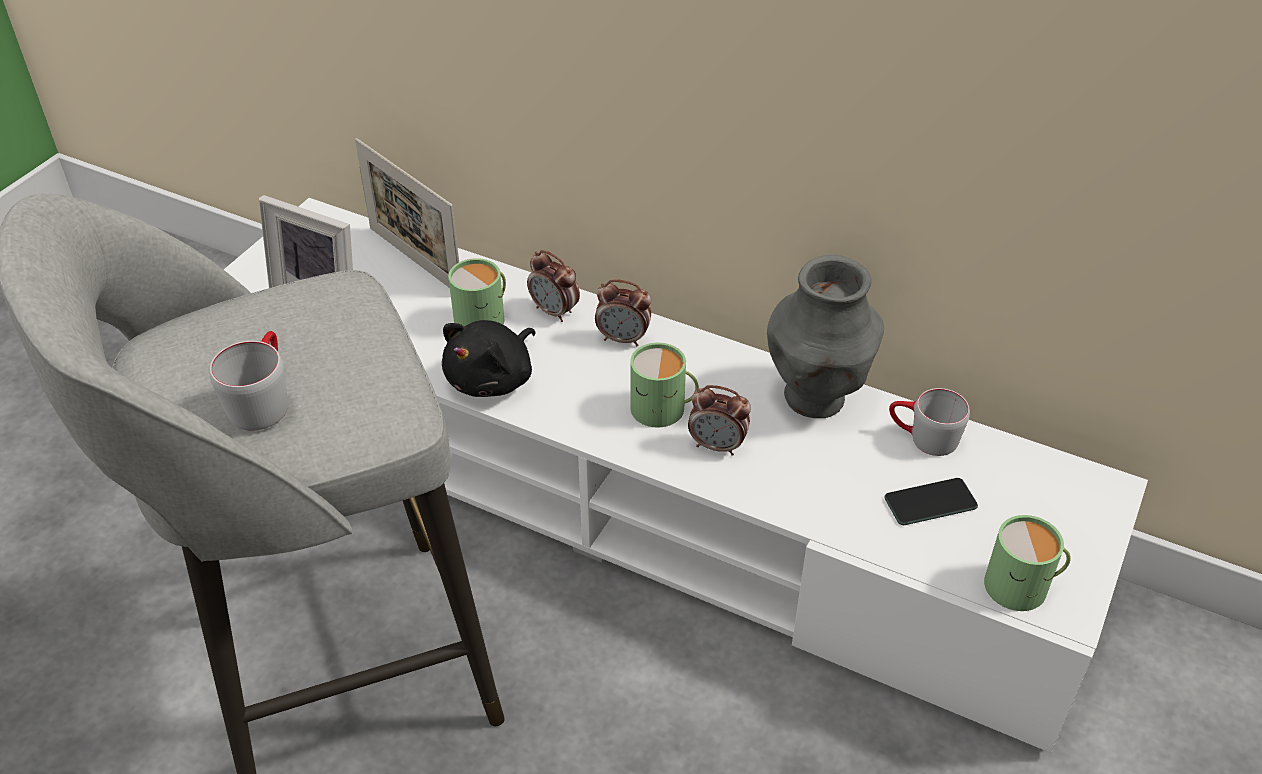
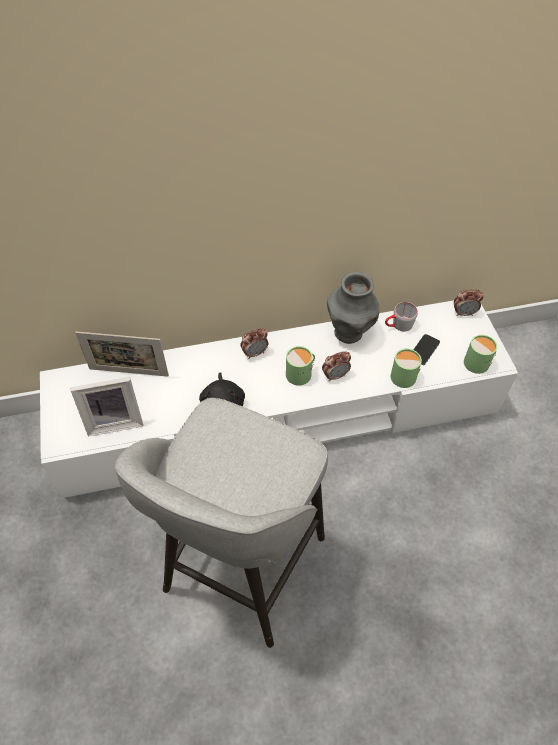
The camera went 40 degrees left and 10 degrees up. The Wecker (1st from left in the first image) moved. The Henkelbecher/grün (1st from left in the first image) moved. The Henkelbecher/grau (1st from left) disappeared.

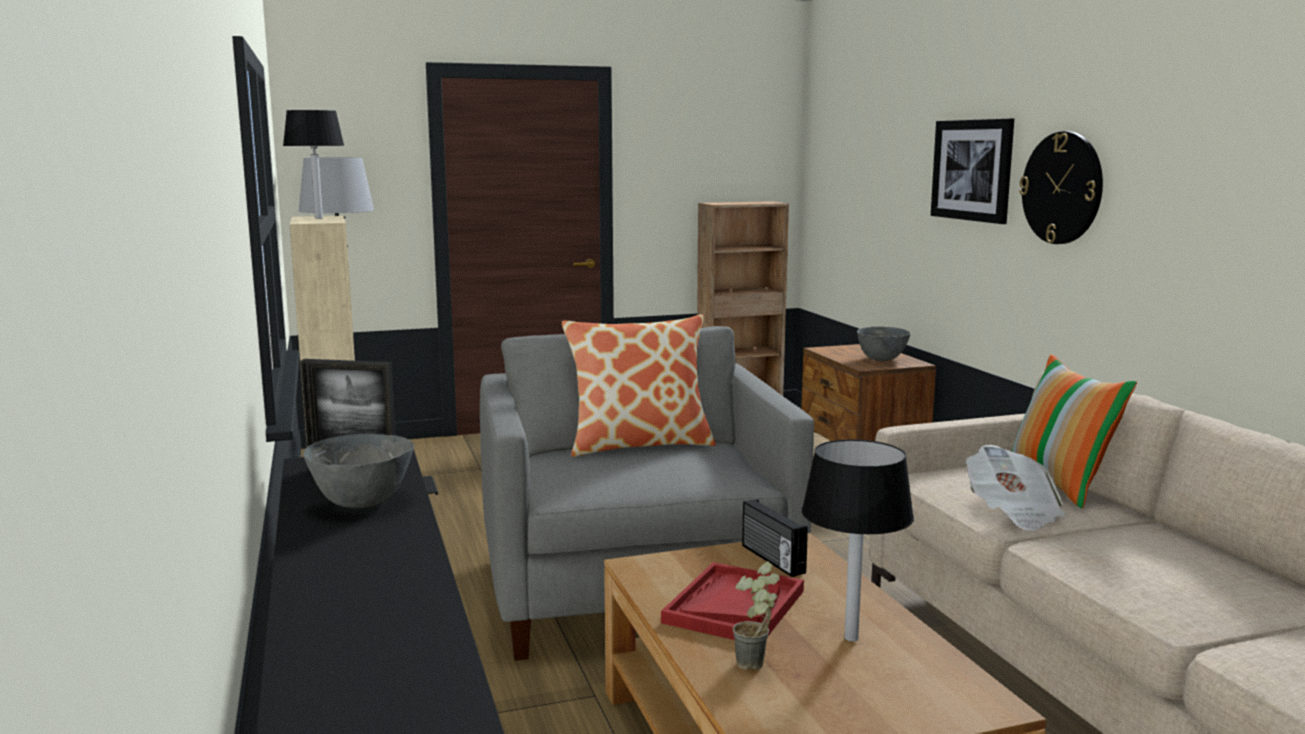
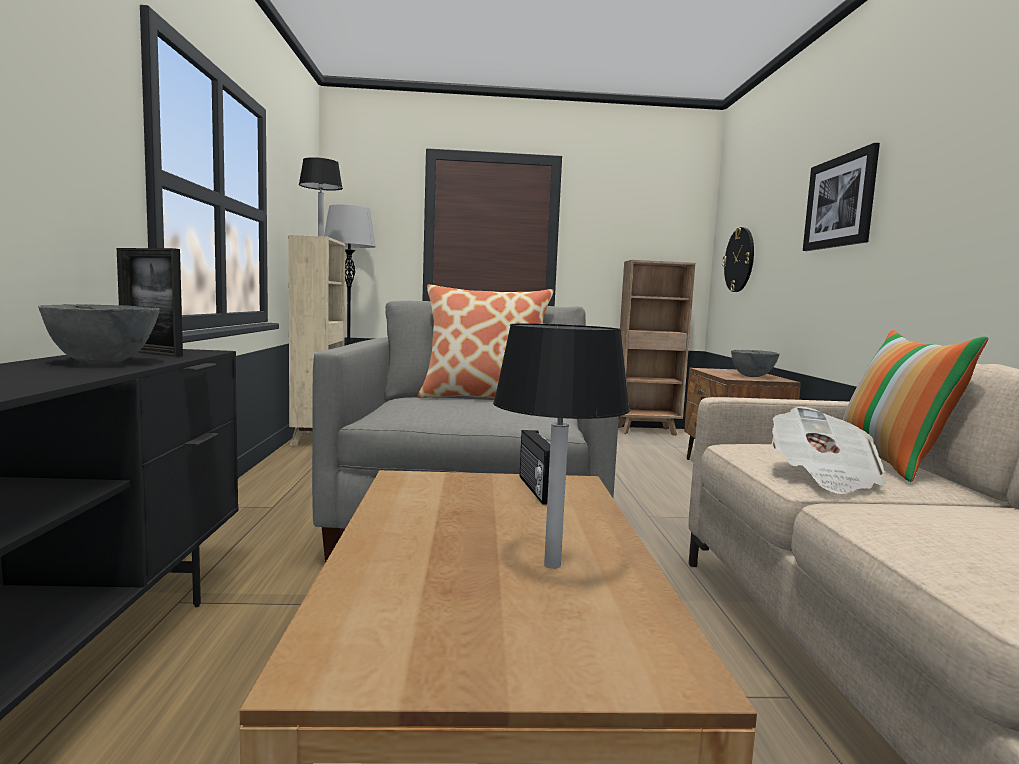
The camera went 15 degrees right and 5 degrees down. The Wanduhr moved. The Topfpflanze disappeared. The Tablett/rot disappeared.

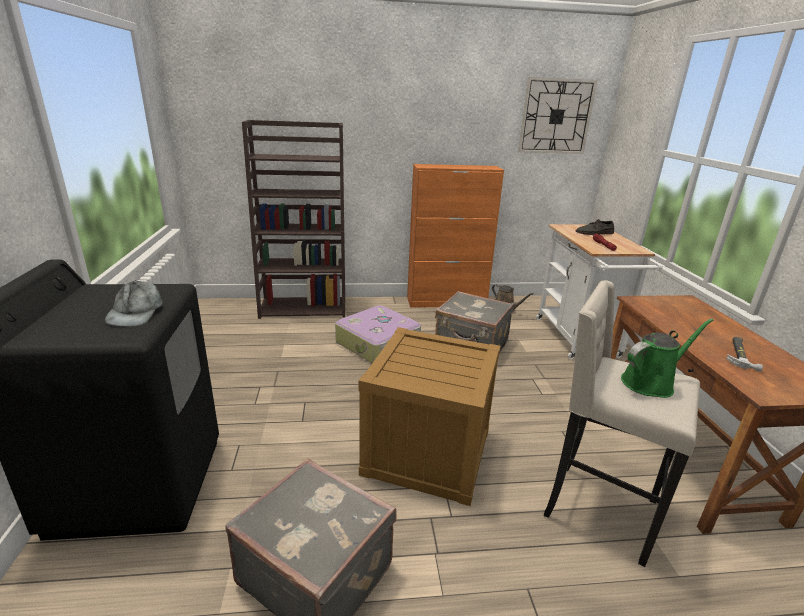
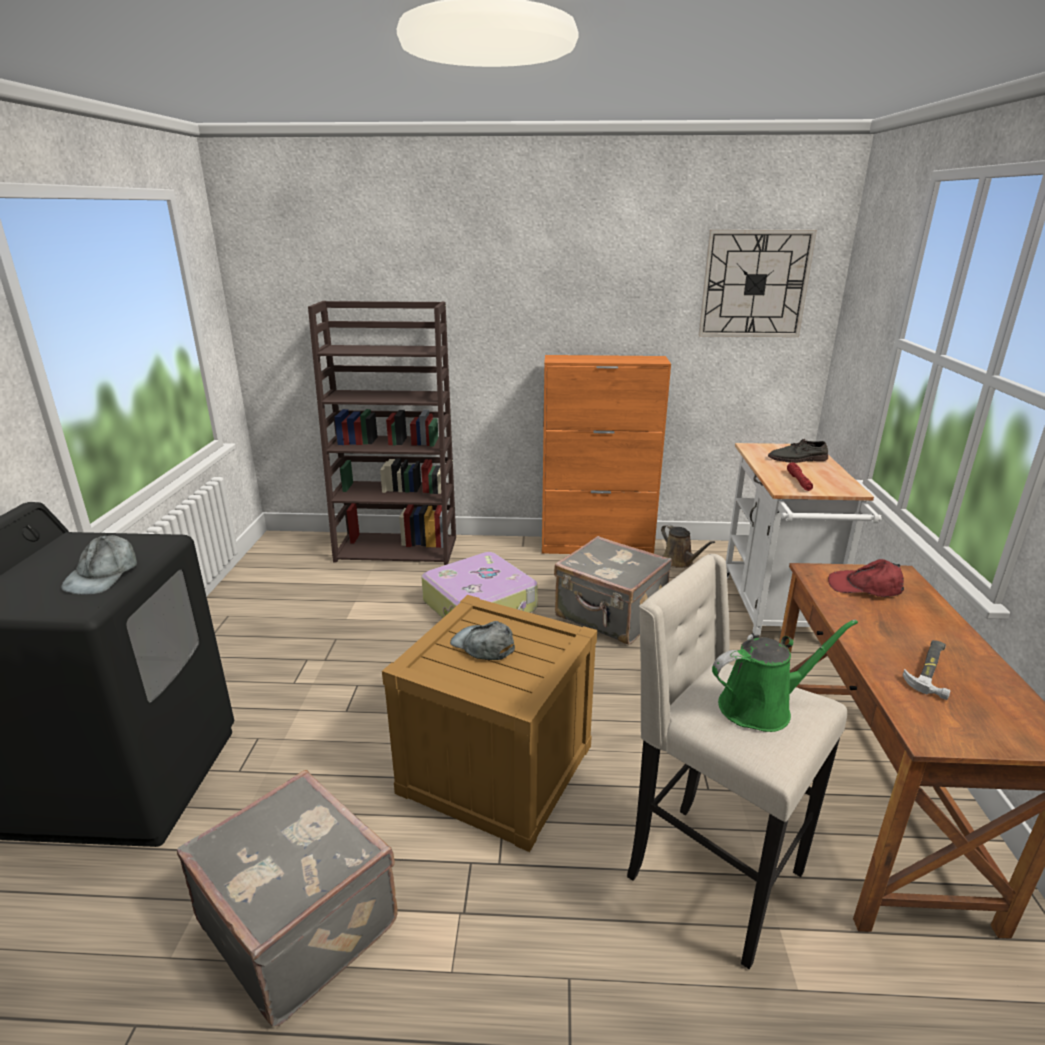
The camera went 10 degrees right and 0 degrees up. The Kappe/rot appeared. The Kappe/grau (2nd from left) appeared.

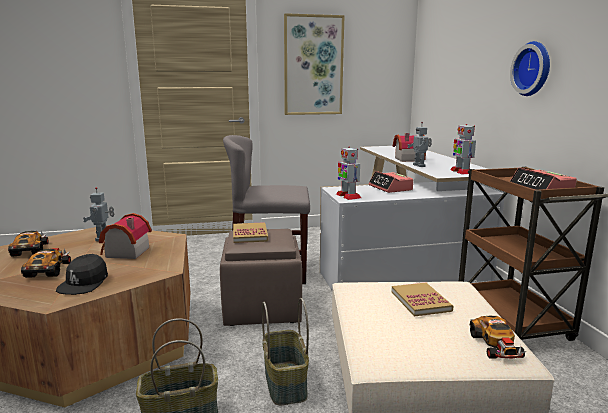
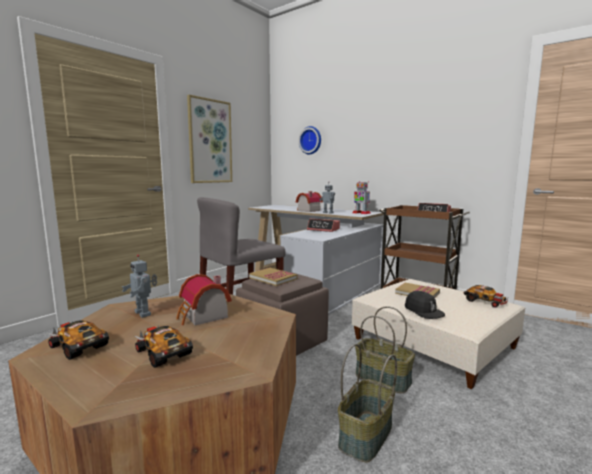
The camera went 40 degrees left and 5 degrees down. The Wanduhr moved. The Spielzeugroboter (2nd from left) disappeared. The Kappe/schwarz moved.

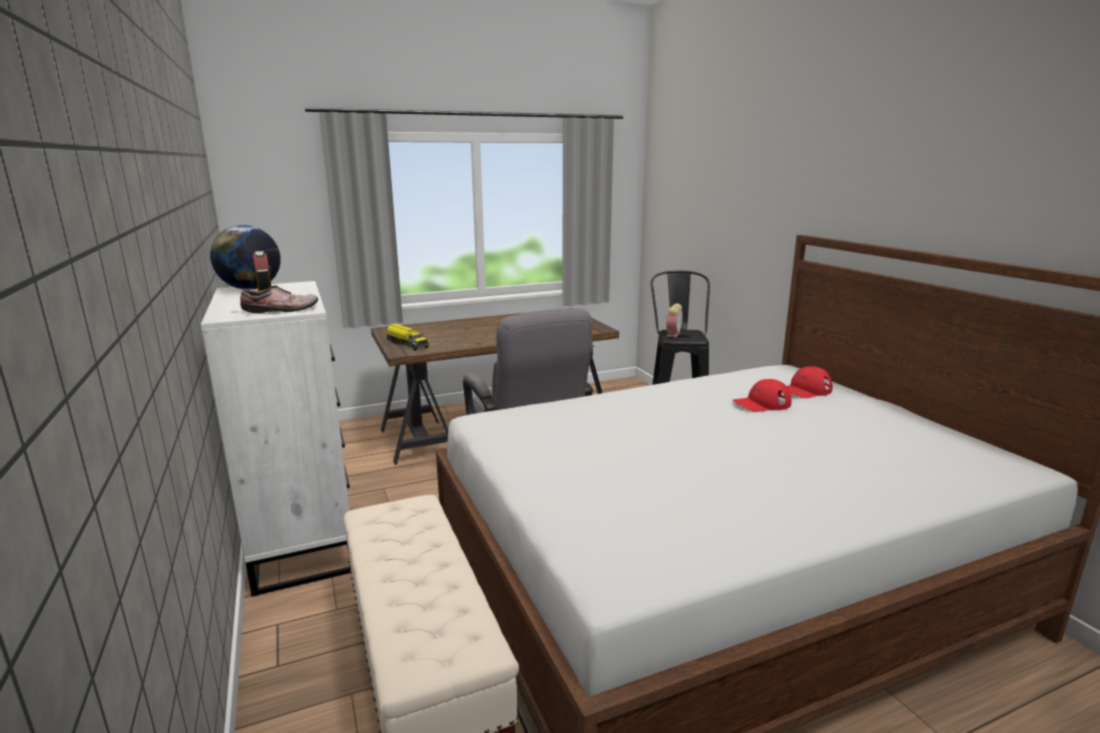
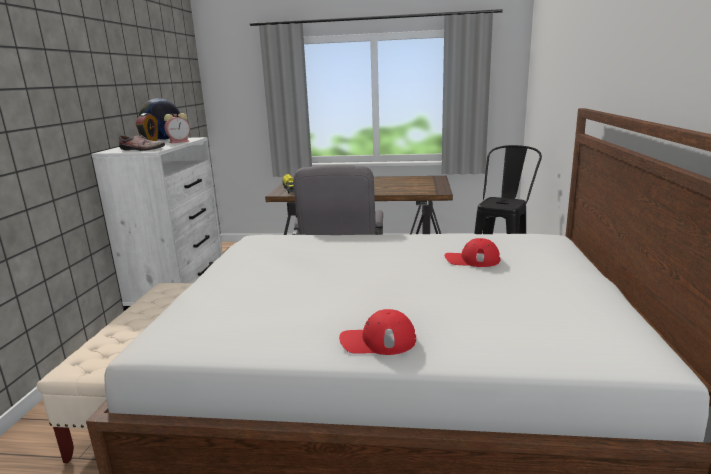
The camera went 30 degrees right and 0 degrees up. The Wecker (2nd from left) moved. The Kappe/rot (2nd from left in the first image) moved.

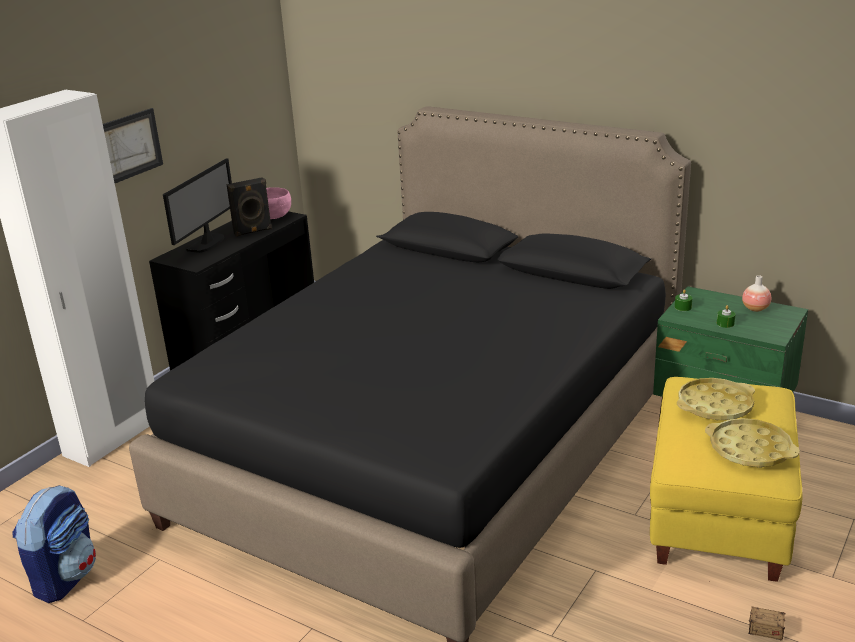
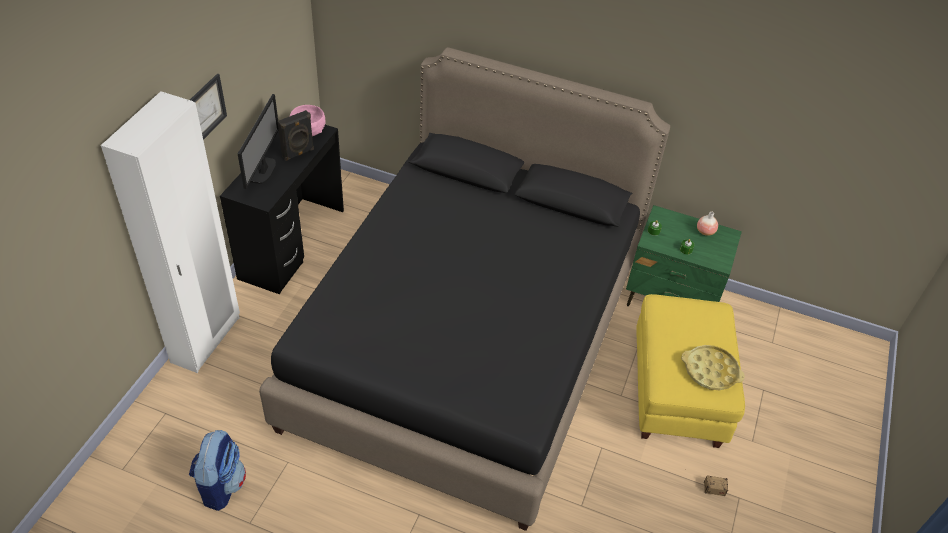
The camera went 15 degrees left and 20 degrees up. The Tablett/gelb (1st from left) disappeared.

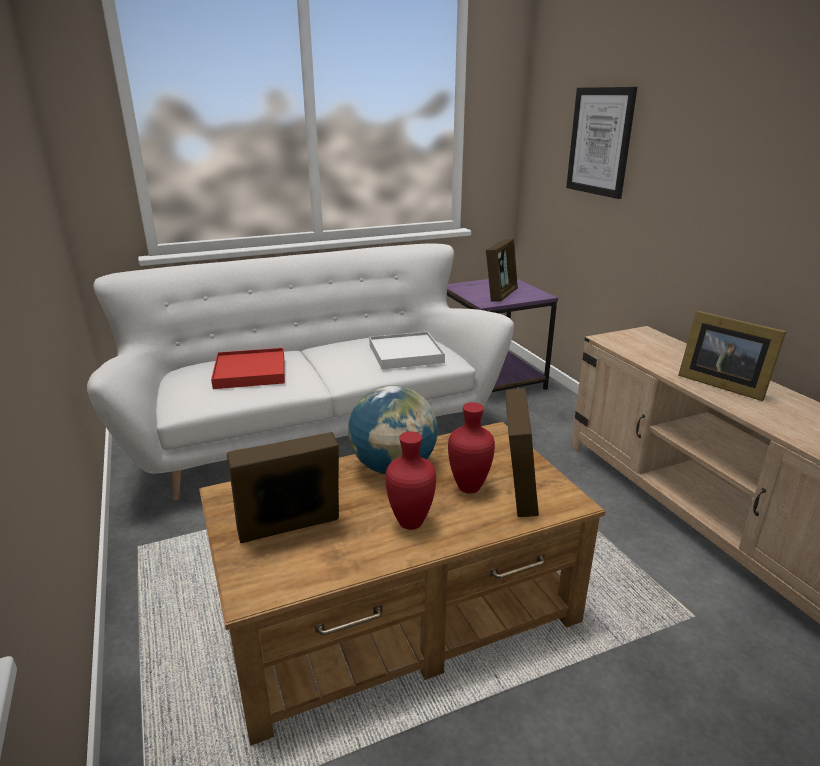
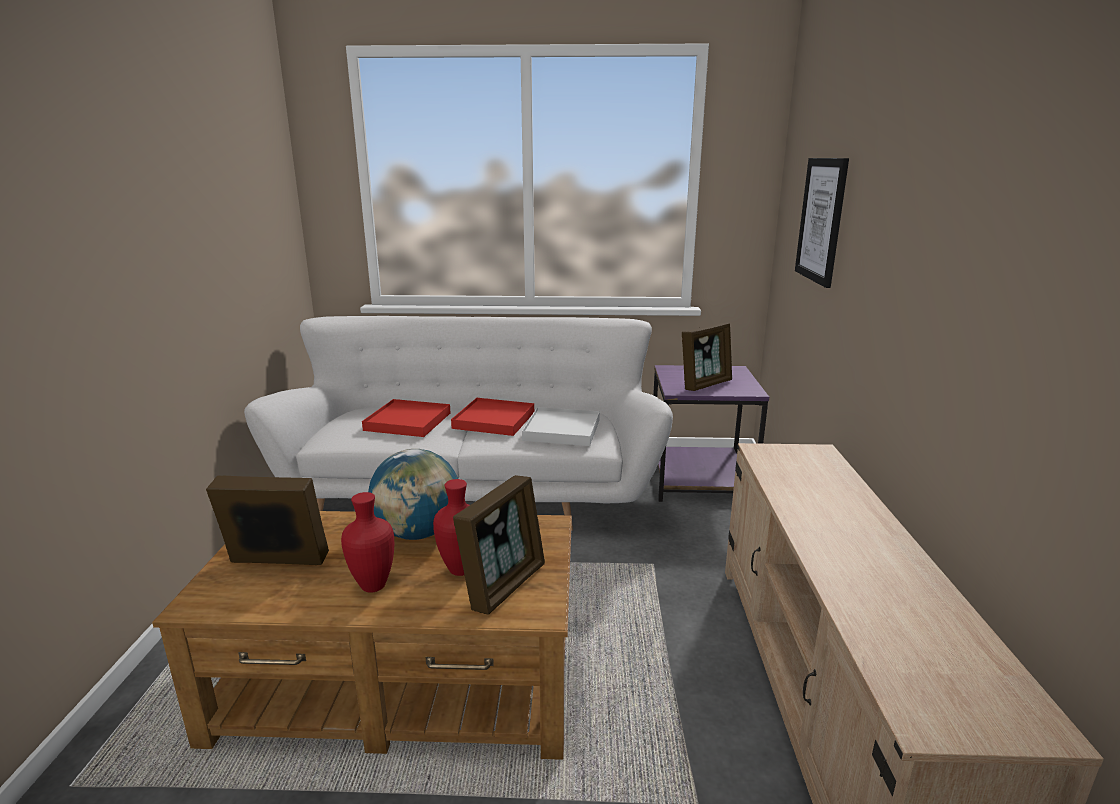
The camera went 25 degrees right and 5 degrees down. The Bilderrahmen (4th from left) disappeared. The Tablett/rot (2nd from left) appeared.

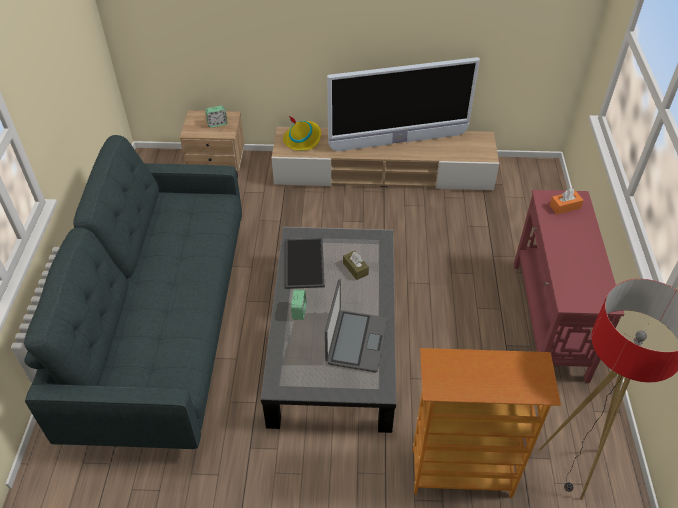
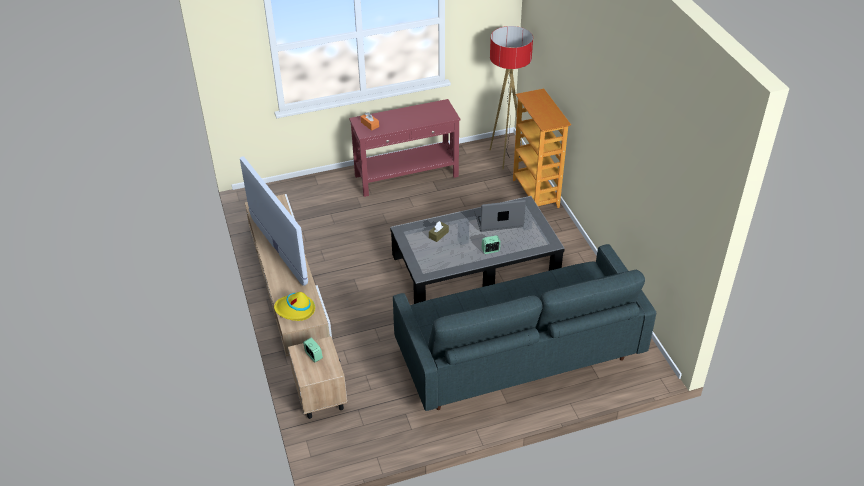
The camera went 110 degrees left and 5 degrees down. The Tablett disappeared.

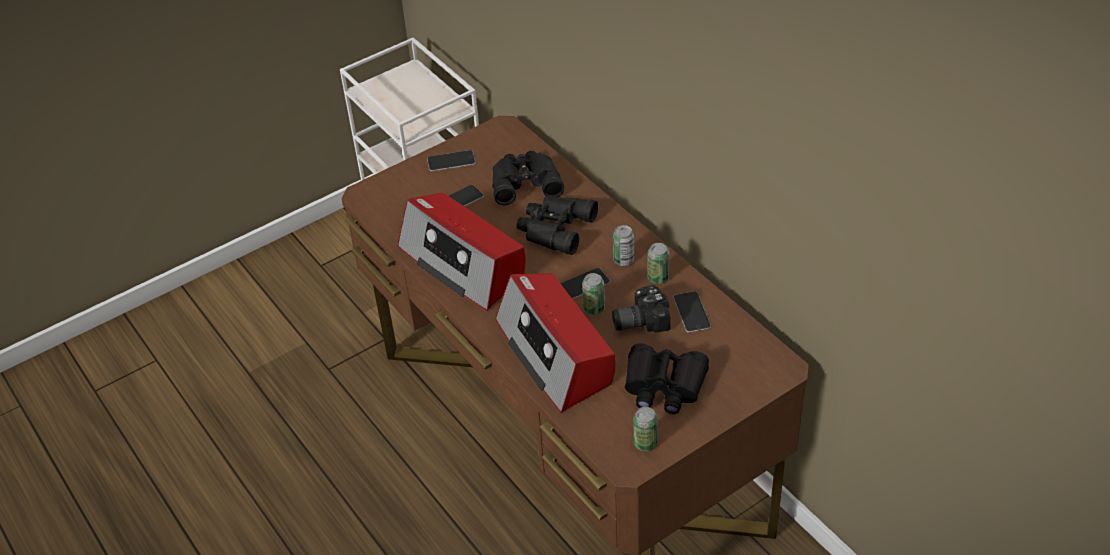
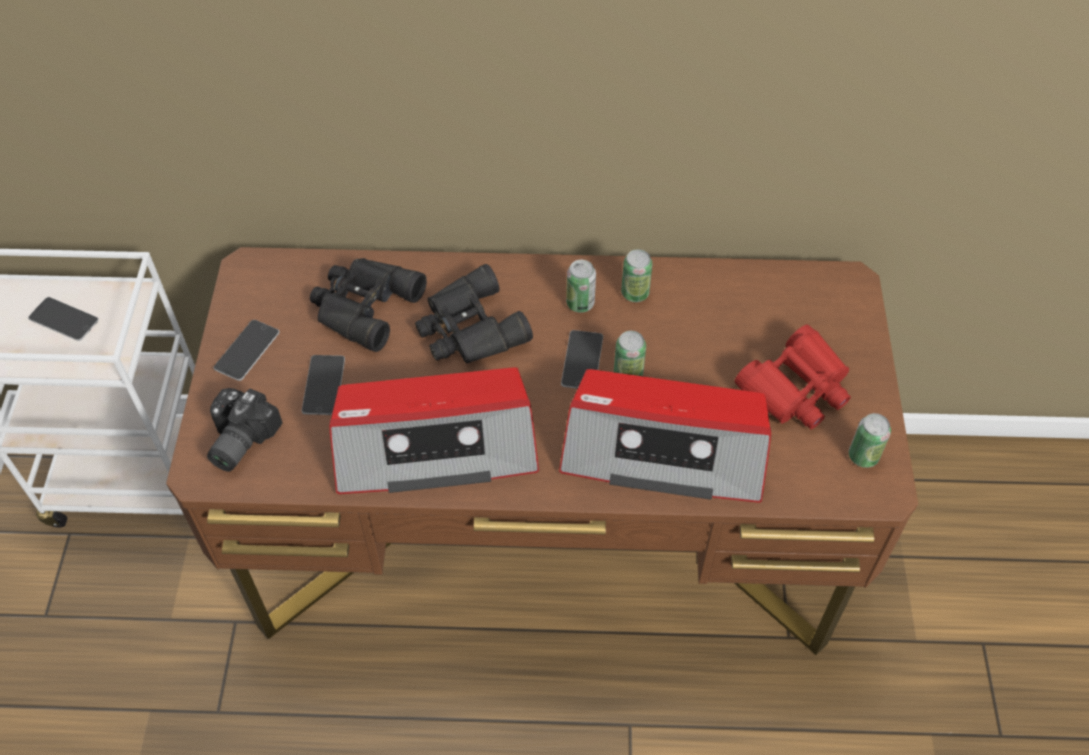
The camera went 55 degrees left and 10 degrees up. The Kamera moved. The Handy (4th from left in the first image) moved. The Fernglas/schwarz (3rd from left) became the Fernglas/rot.

